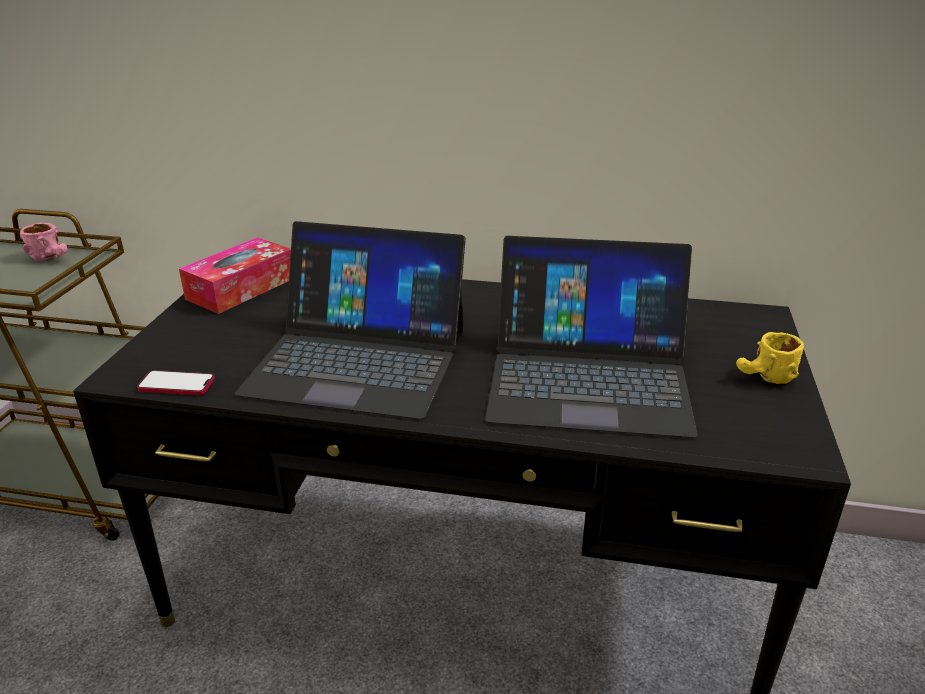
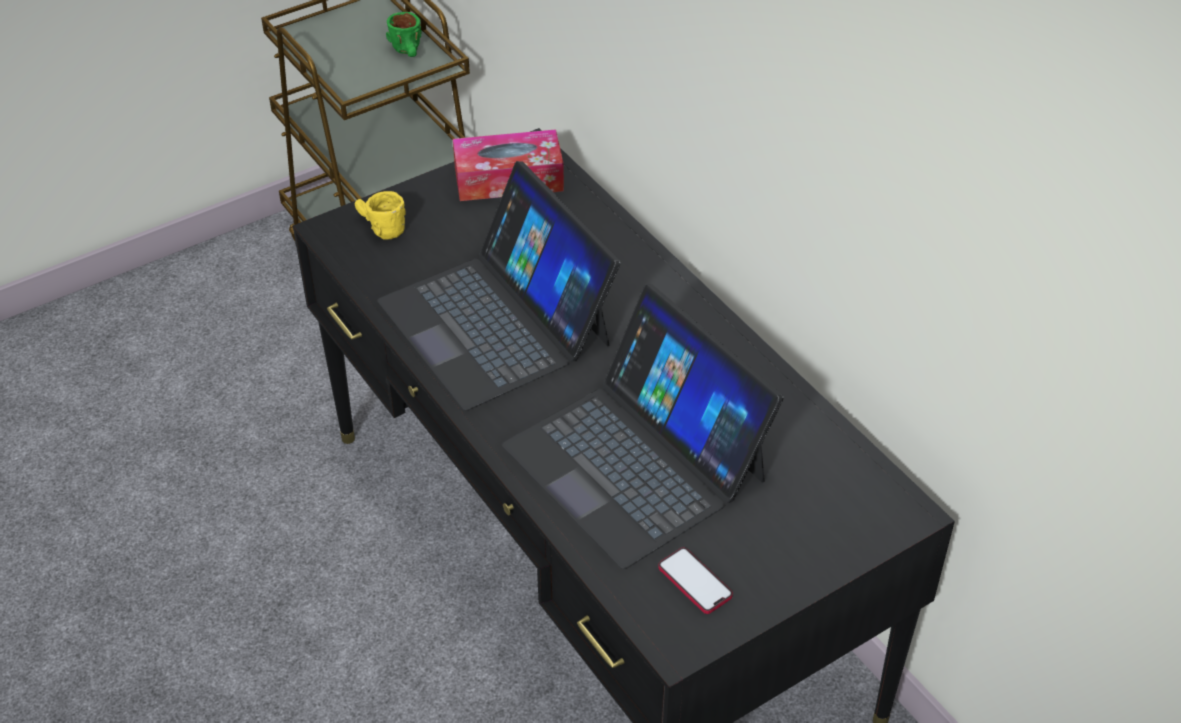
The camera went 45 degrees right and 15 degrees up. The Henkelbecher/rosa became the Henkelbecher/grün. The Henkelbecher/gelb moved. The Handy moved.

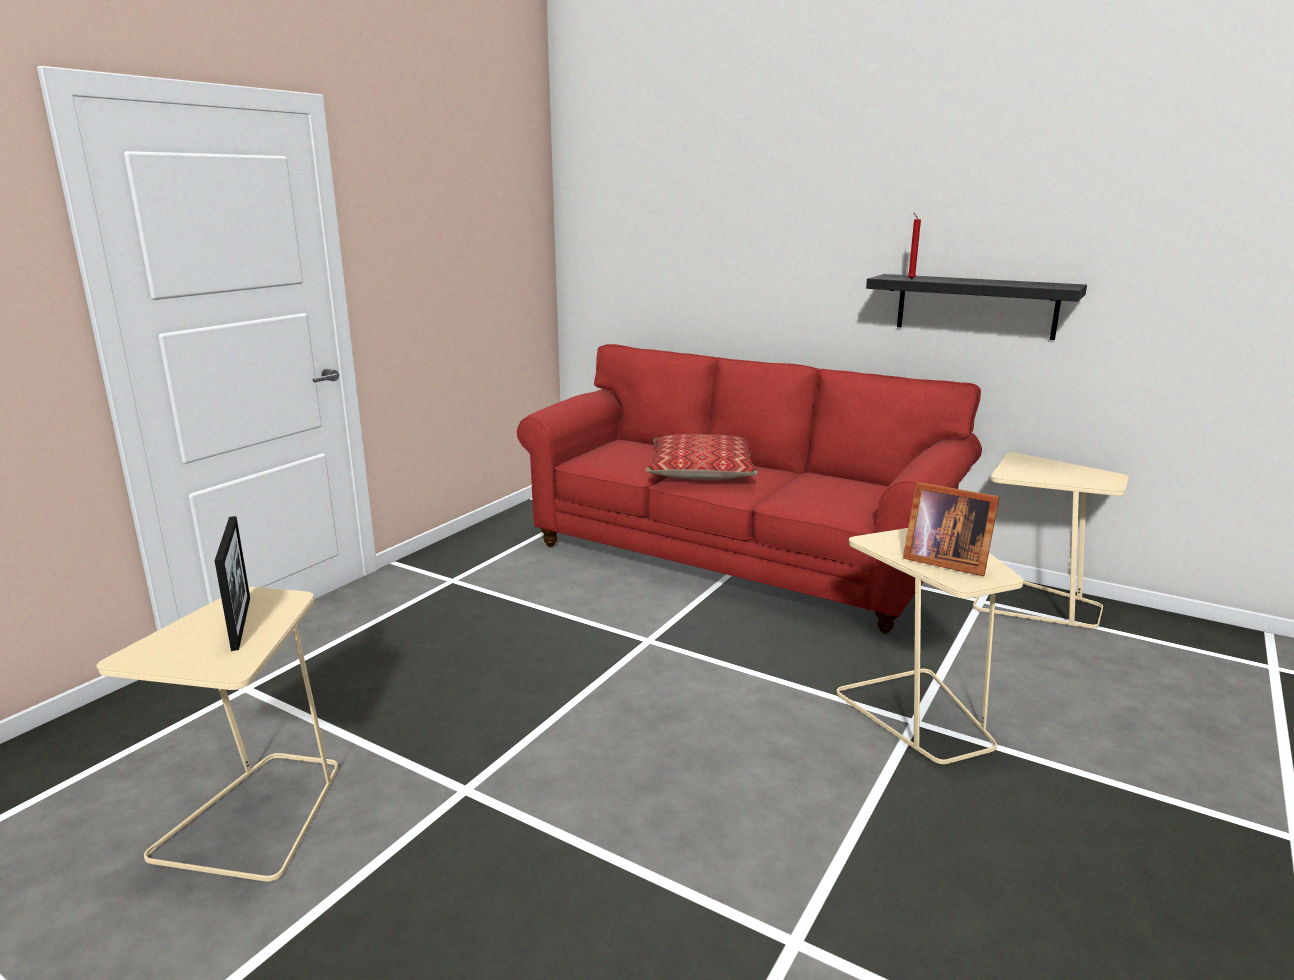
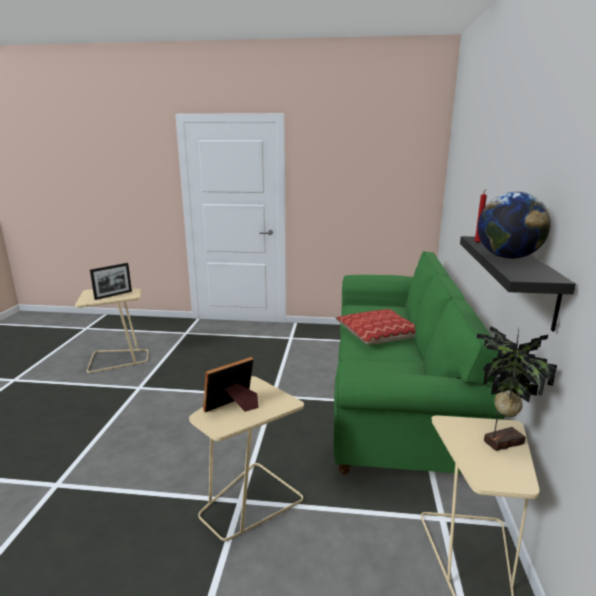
The camera went 65 degrees right and 0 degrees up. The Sofa/rot became the Sofa/grün. The Bilderrahmen (2nd from left) turned 45 degrees clockwise. The Globus appeared. The Topfpflanze appeared.

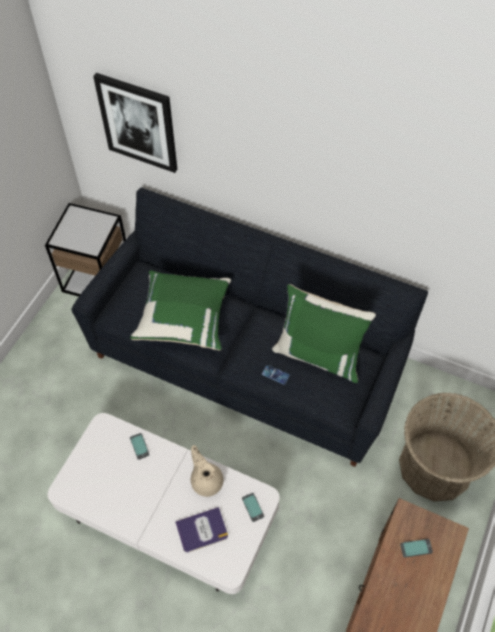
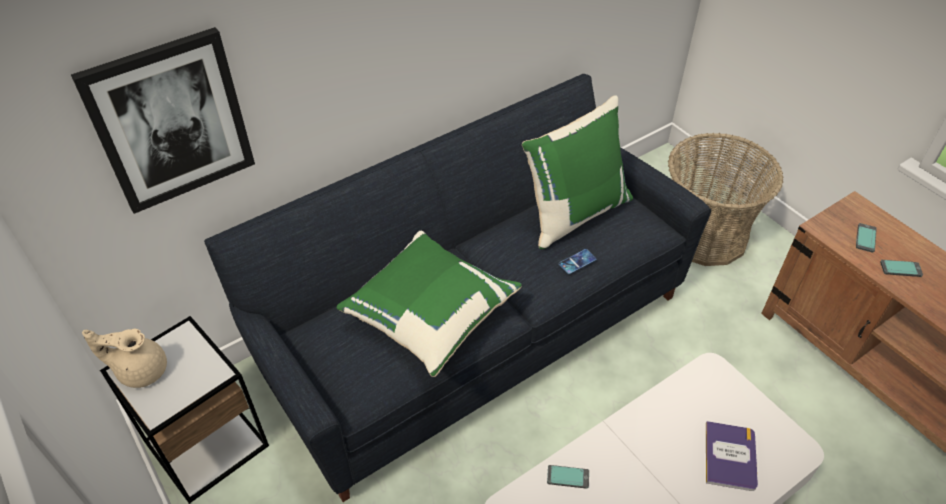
The camera went 60 degrees left and 10 degrees down. The Teekanne/beige moved. The Handy (2nd from left in the first image) moved.

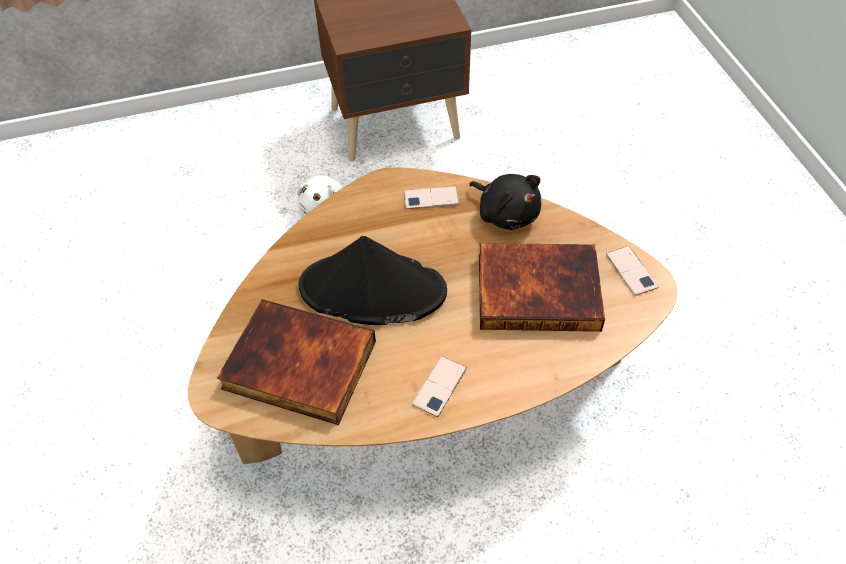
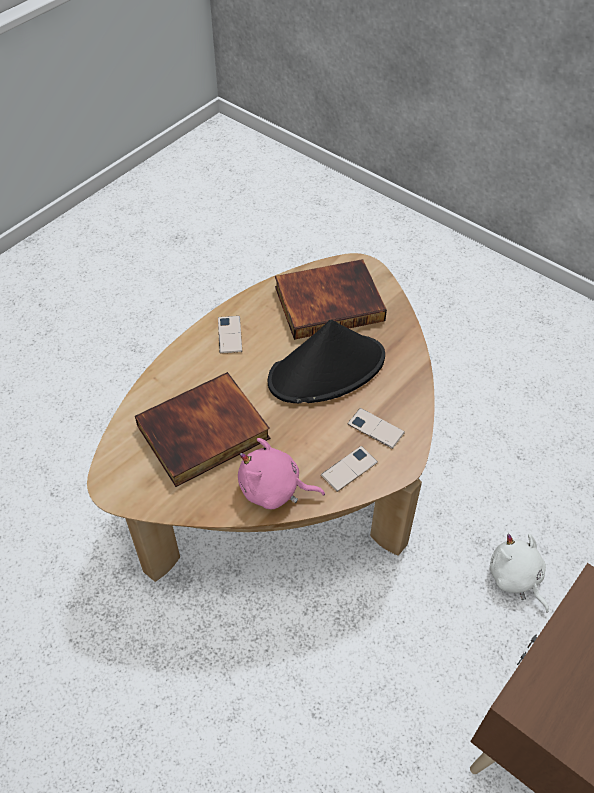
The camera went 145 degrees right and 0 degrees up. The Plüschtier/schwarz became the Plüschtier/rosa. The Handy (3rd from left) moved.

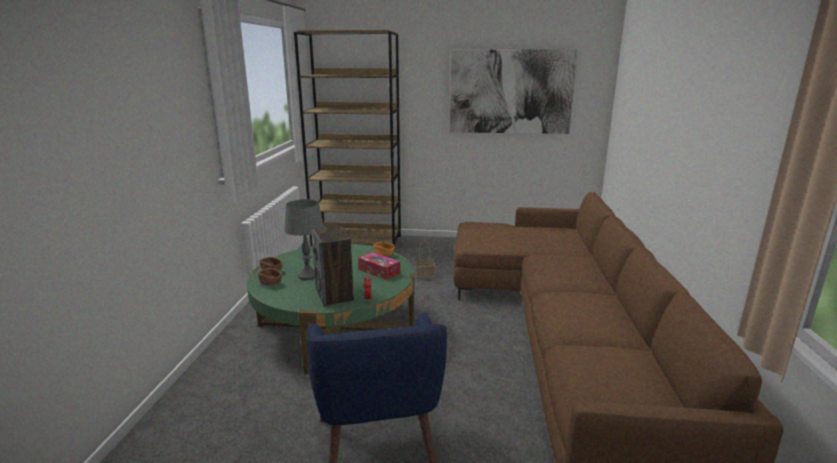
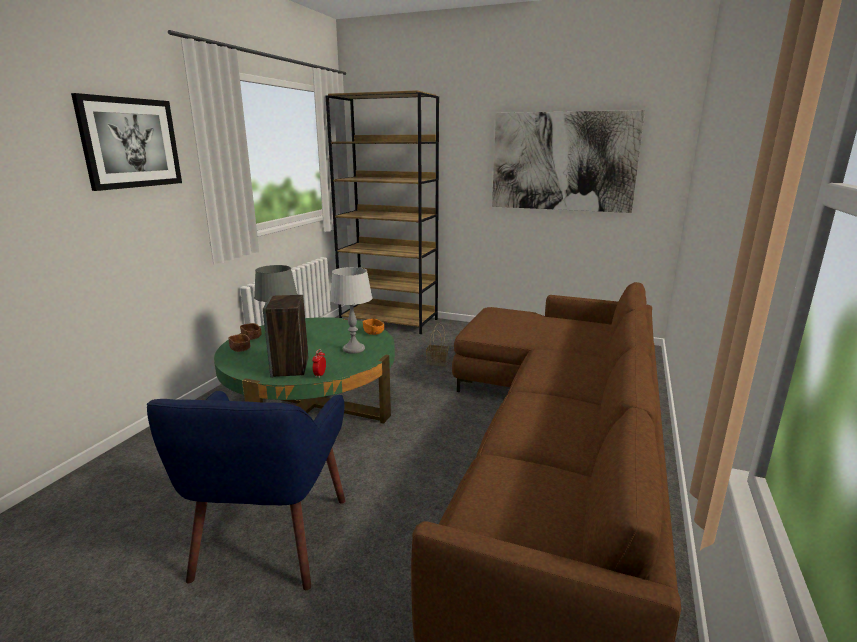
The camera went 15 degrees right and 0 degrees up. The Taschentuchbox was replaced by the Tischlampe/grau (2nd from left). The Bild (1st from left) appeared.

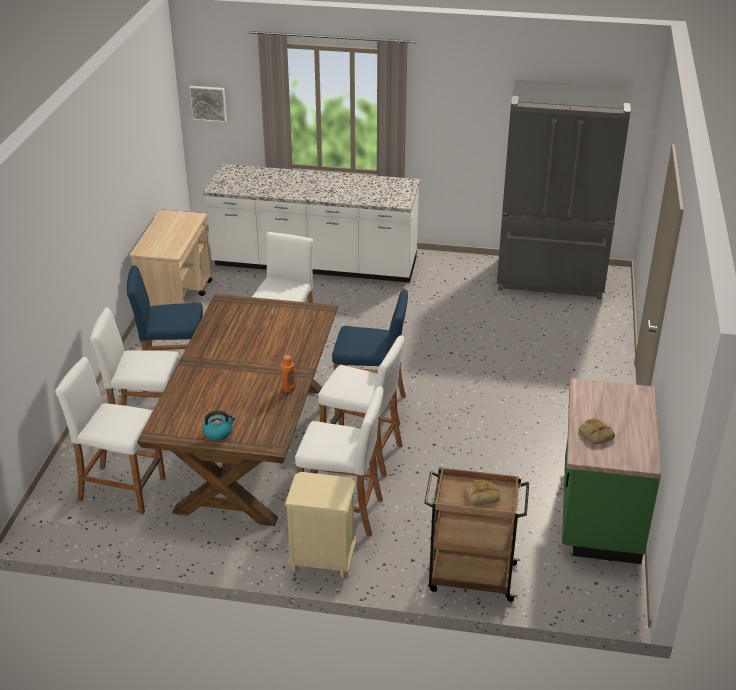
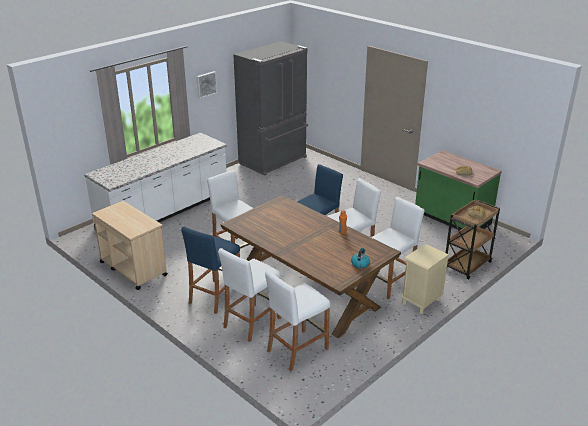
The camera went 55 degrees left and 5 degrees down. The Bild moved.

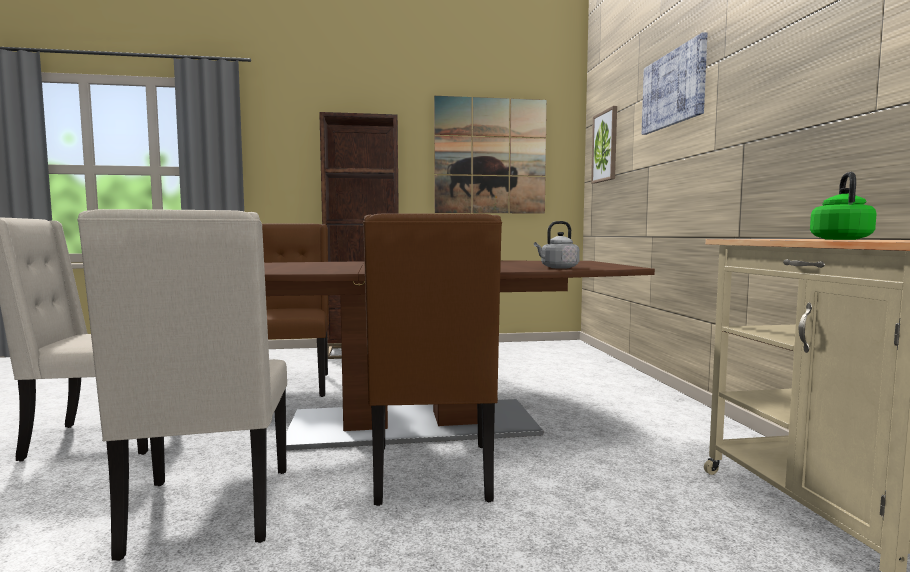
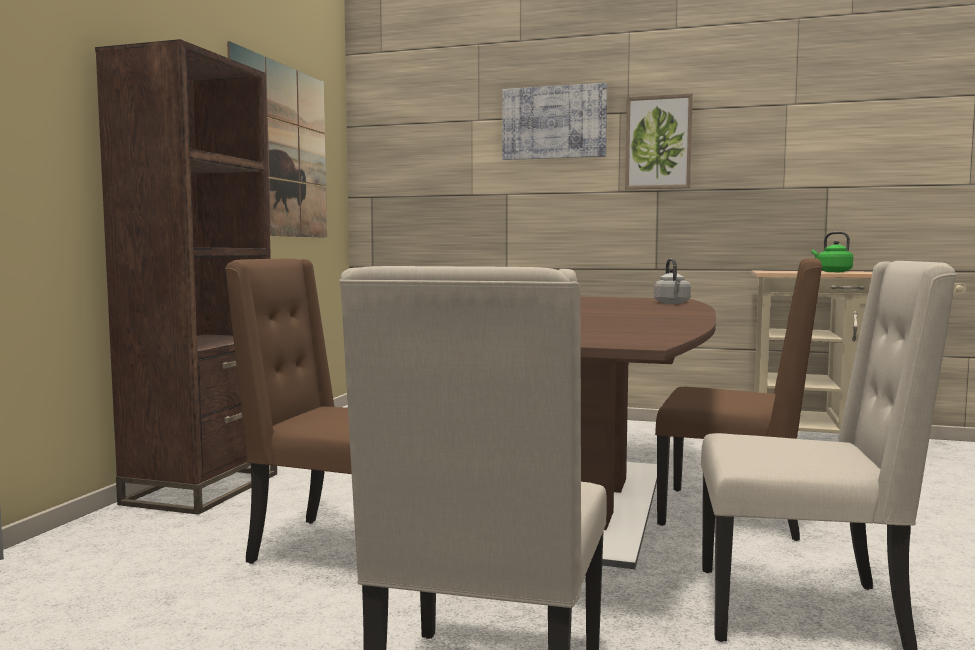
The camera went 65 degrees left and 0 degrees up. The Bild (2nd from left in the first image) moved.

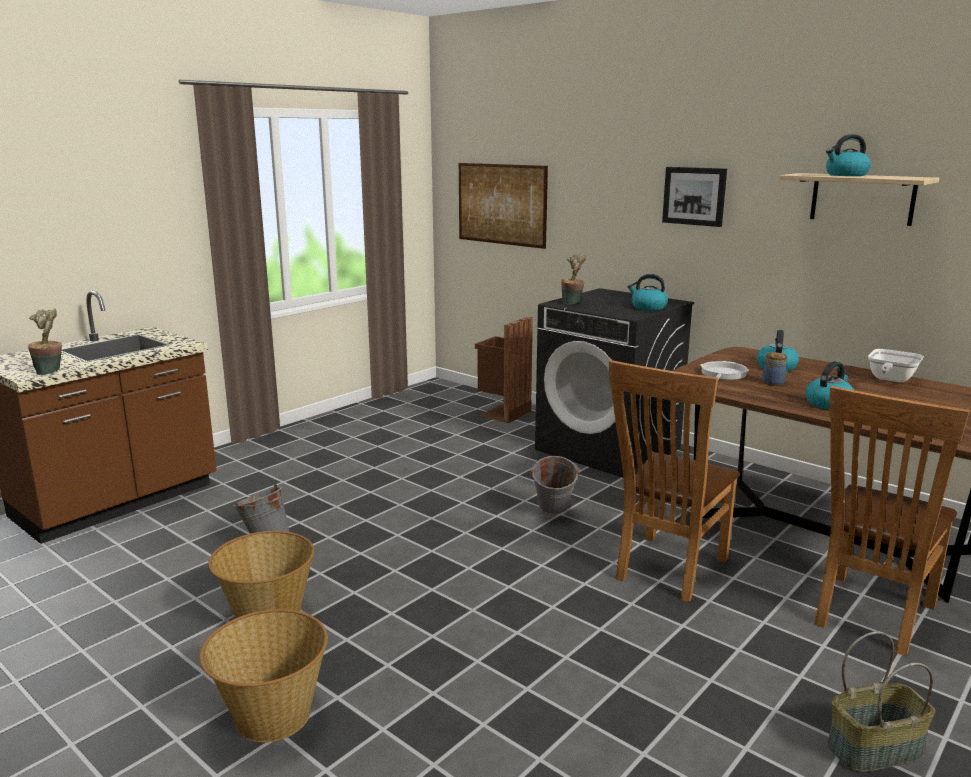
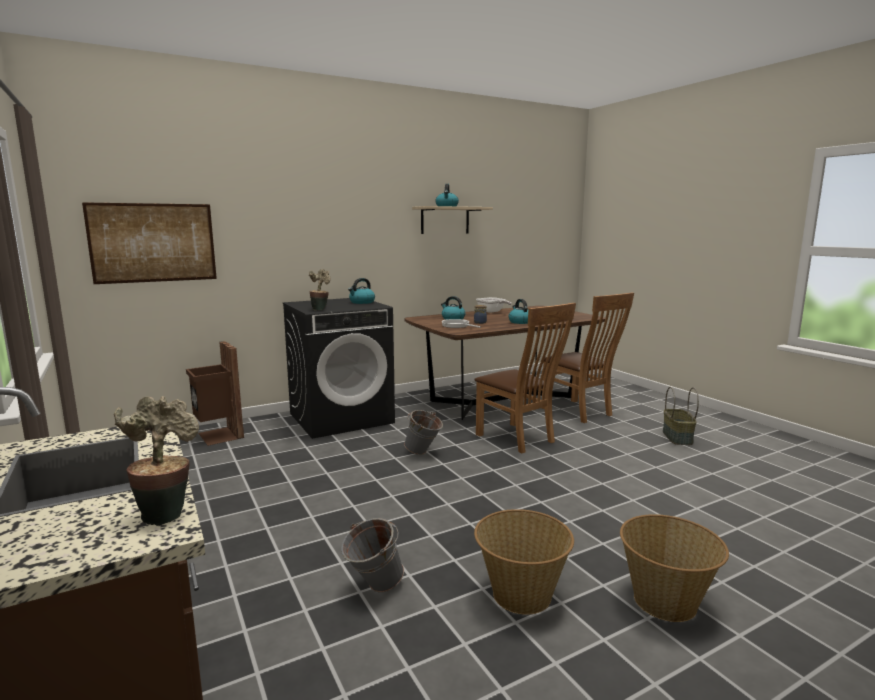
The camera went 70 degrees left and 5 degrees down. The Bild (2nd from left) disappeared.

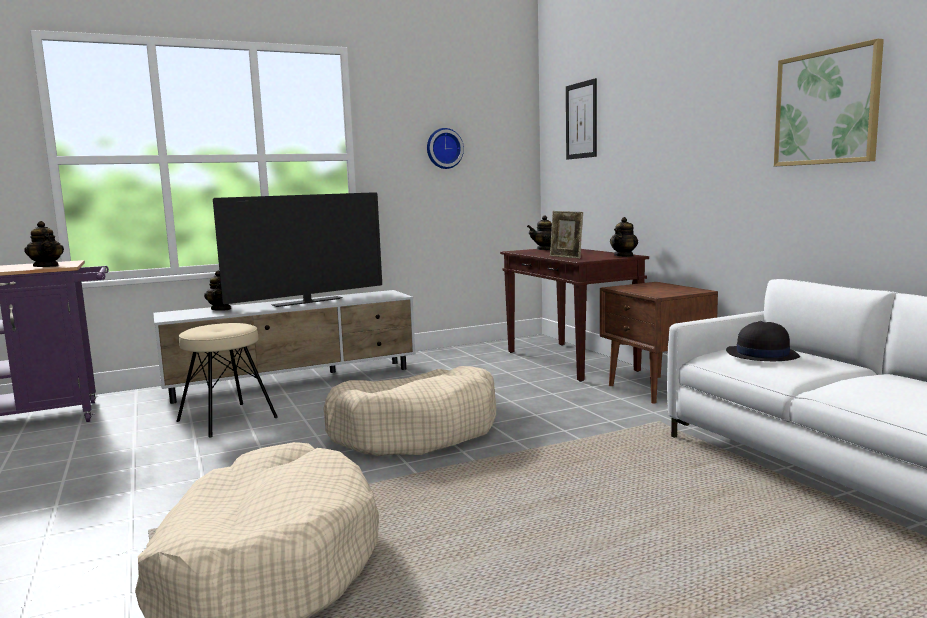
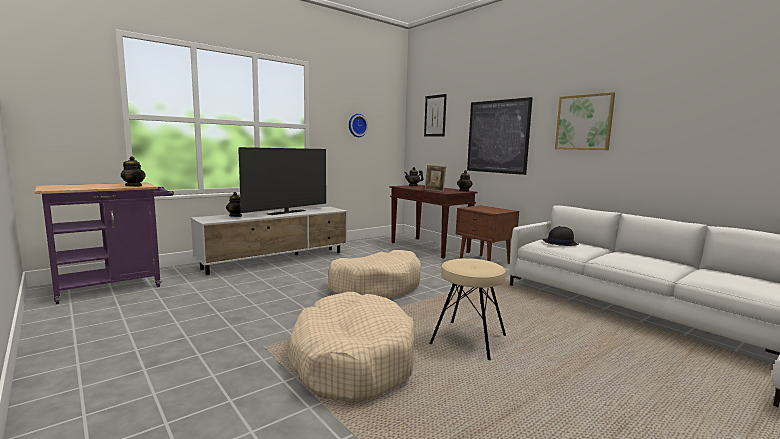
The camera went 15 degrees left and 0 degrees up. The Hocker/beige moved. The Bild (2nd from left) appeared.

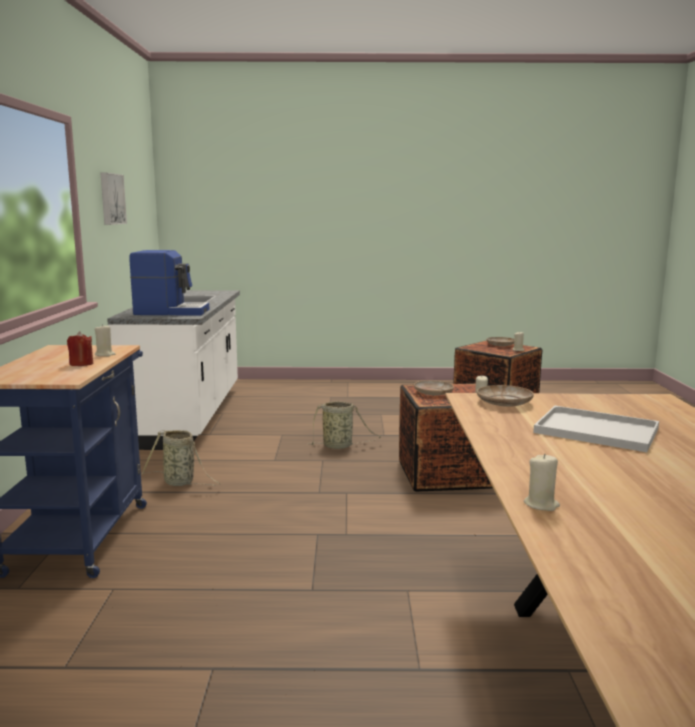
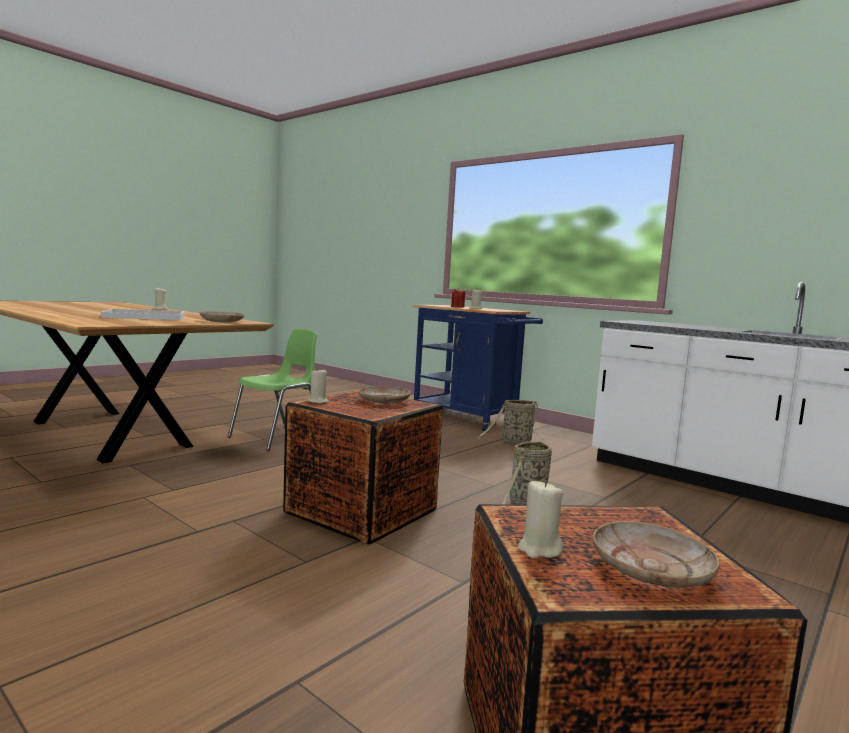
The camera went 130 degrees right and 5 degrees down. The Bild disappeared. The Kaffeemaschine disappeared. The Stuhl/grün appeared.

